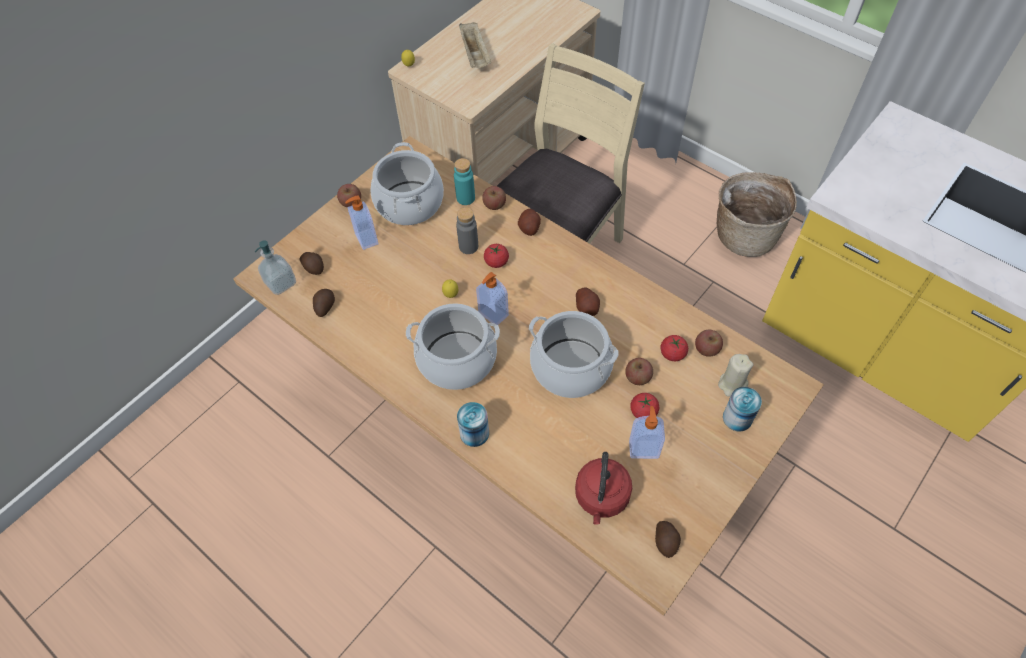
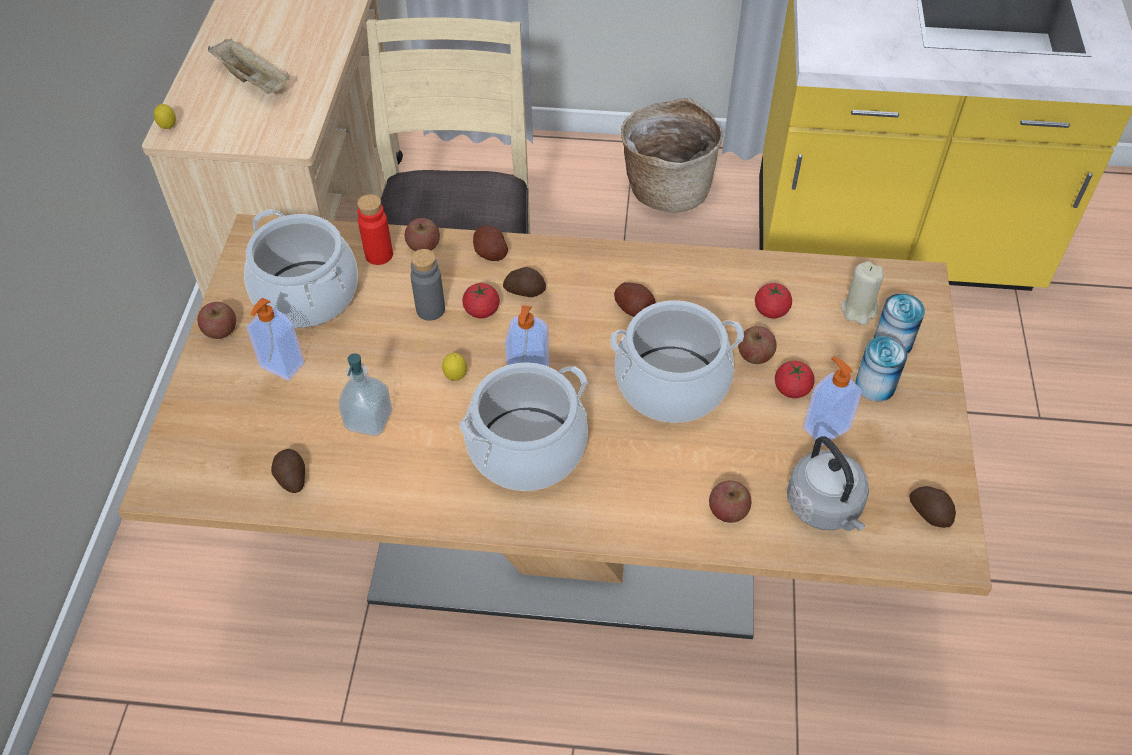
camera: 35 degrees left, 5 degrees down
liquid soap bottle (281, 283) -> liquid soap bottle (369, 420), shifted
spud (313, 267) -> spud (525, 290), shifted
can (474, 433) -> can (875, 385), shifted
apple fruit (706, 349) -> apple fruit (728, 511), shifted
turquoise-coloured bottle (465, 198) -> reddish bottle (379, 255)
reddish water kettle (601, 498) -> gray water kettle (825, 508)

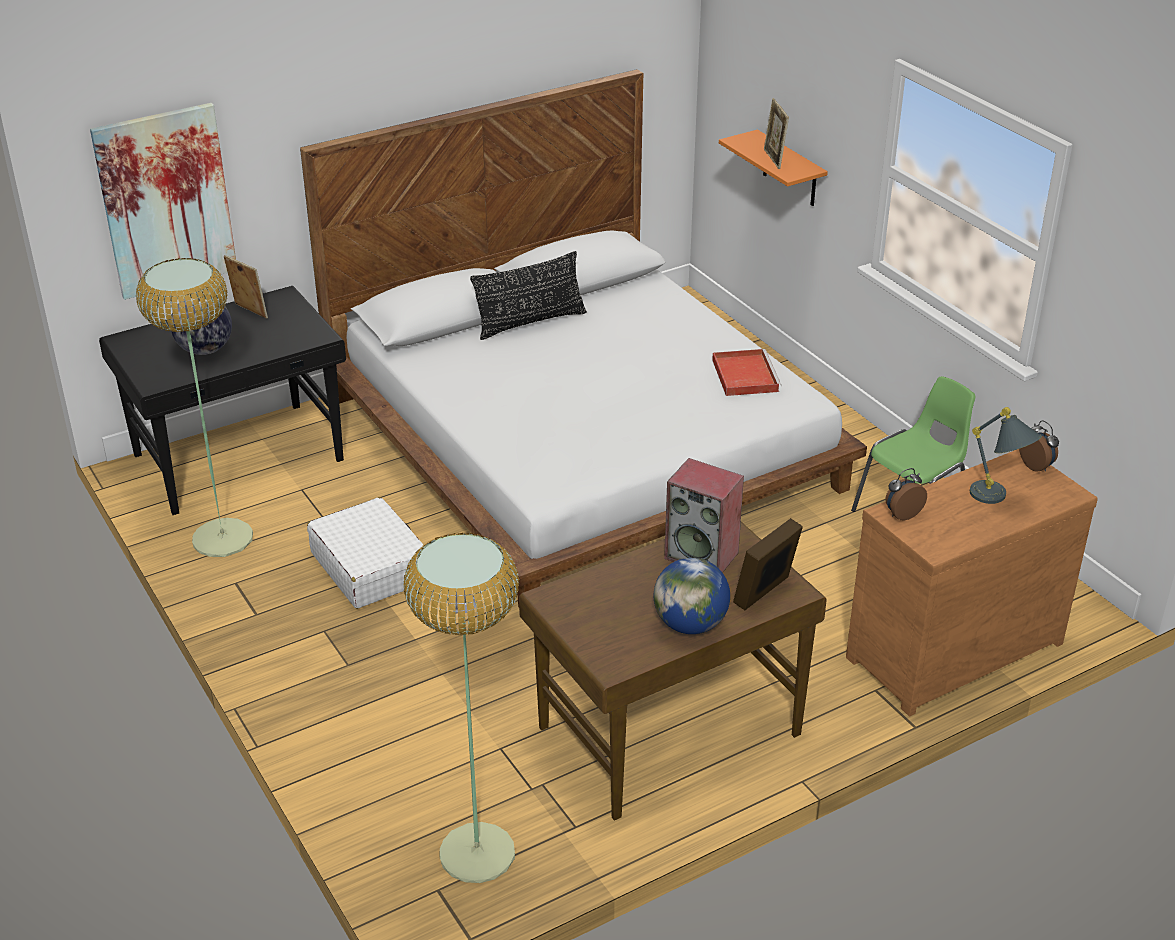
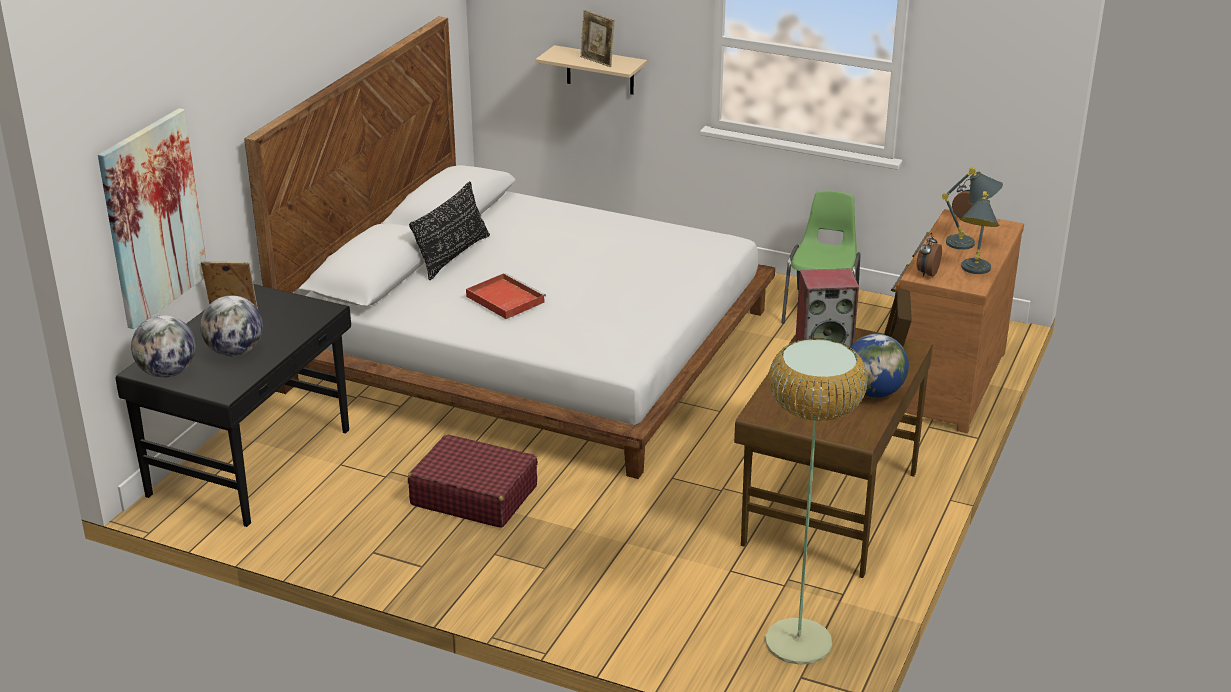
camera: 35 degrees left, 5 degrees down
standard lamp (222, 538) -> none
none -> world globe (168, 373)
none -> gray lamp for a table (973, 272)
reddish tray (744, 375) -> reddish tray (504, 299), shifted
white-coloured travel case (370, 567) -> reddish travel case (474, 495)
orange shelf (790, 170) -> beige-coloured shelf (600, 70)

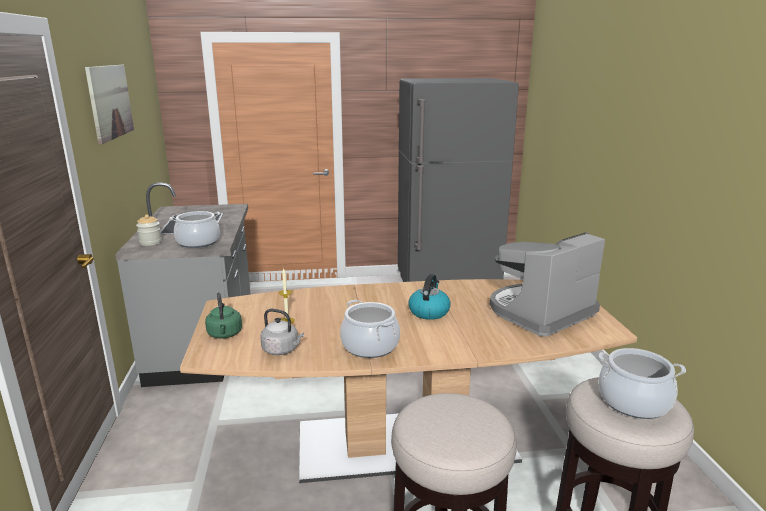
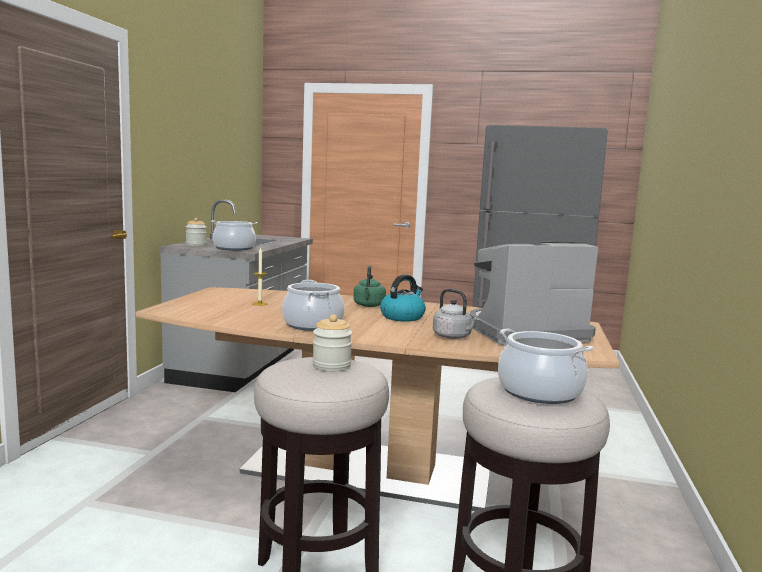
camera: 20 degrees right, 10 degrees down
wall picture (110, 101) -> none
none -> preserve jar (331, 366)
greenish water kettle (225, 334) -> greenish water kettle (369, 305), shifted
gray water kettle (282, 350) -> gray water kettle (453, 337), shifted

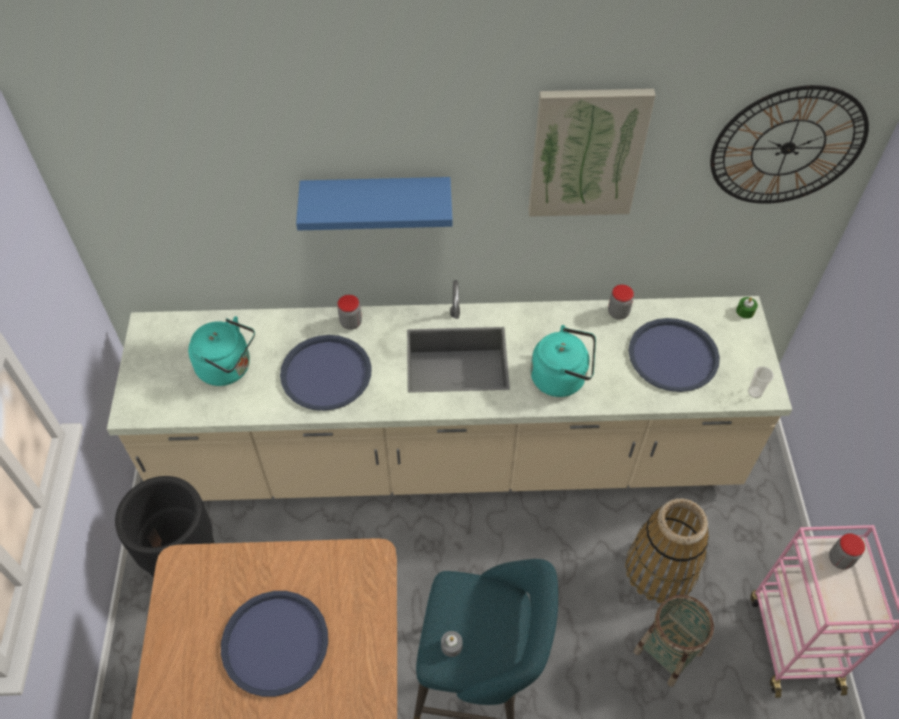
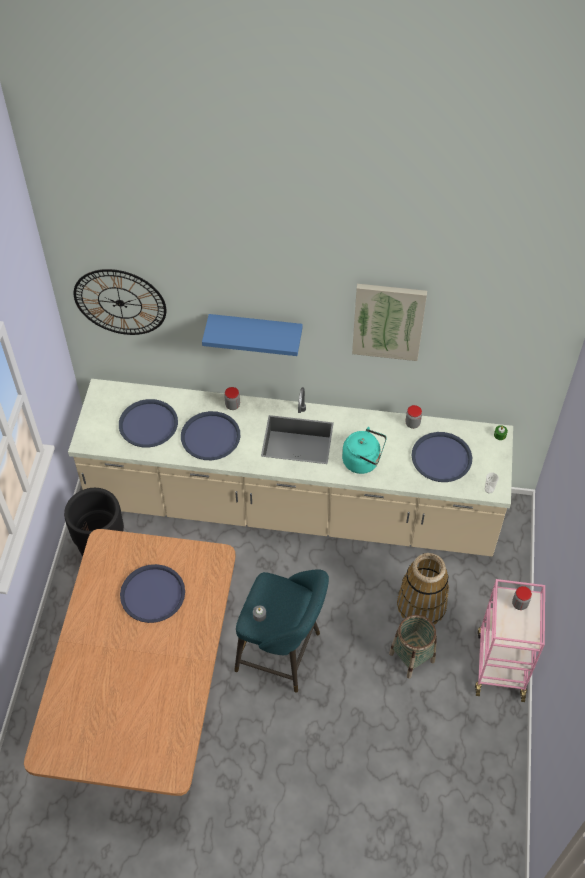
camera: 10 degrees right, 0 degrees up
clock on the wall (787, 147) -> clock on the wall (120, 302), shifted
turquoise-coloured water kettle (228, 368) -> bluish tray (148, 424)

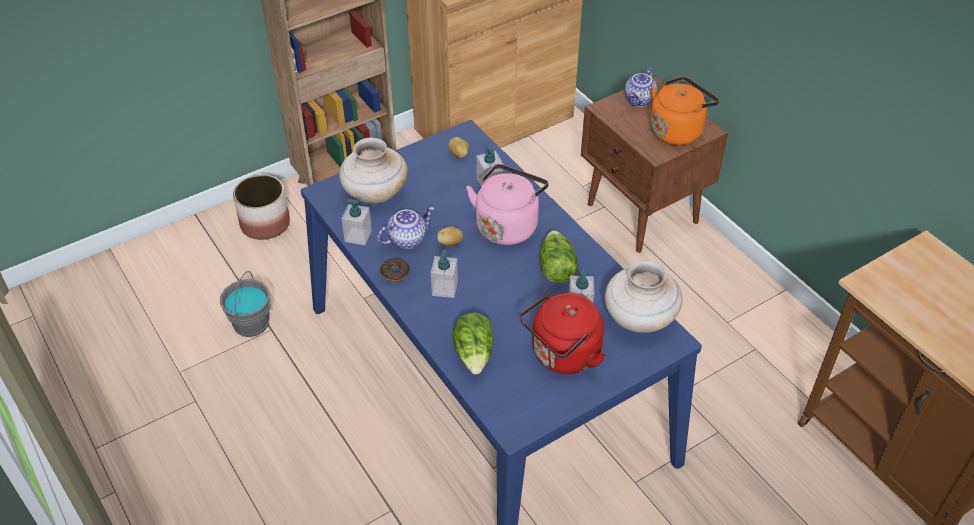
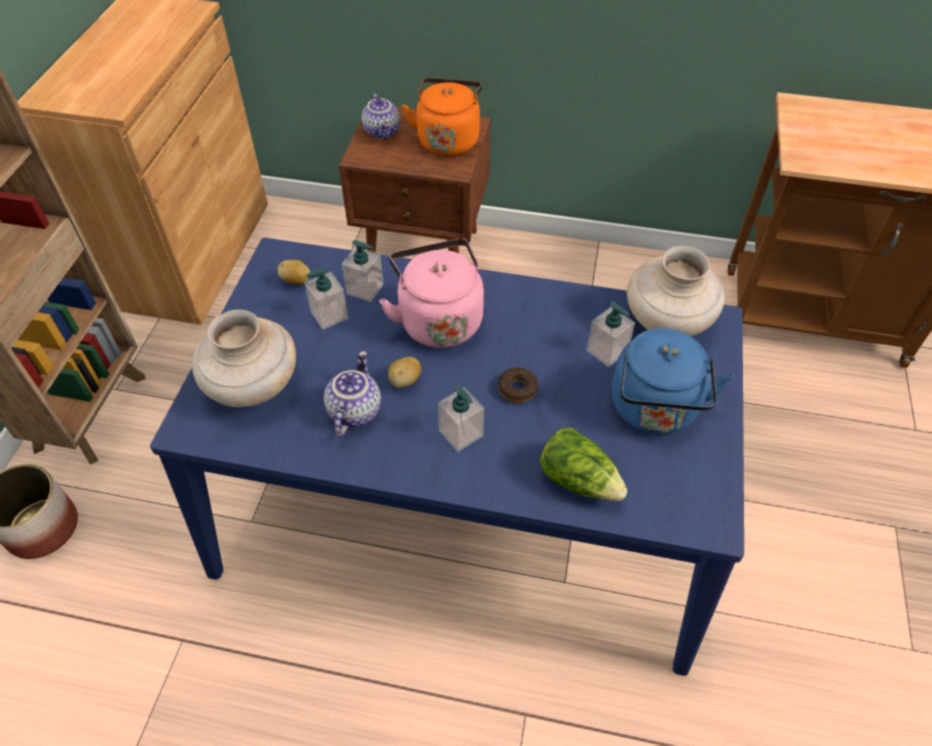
camera: 45 degrees left, 5 degrees up
gray pail (251, 323) -> none
lettuce head (556, 267) -> none
liquid soap bottle (358, 236) -> liquid soap bottle (329, 315), shifted
doughnut (395, 273) -> doughnut (517, 389), shifted
reddish water kettle (563, 356) -> bluish water kettle (655, 411)

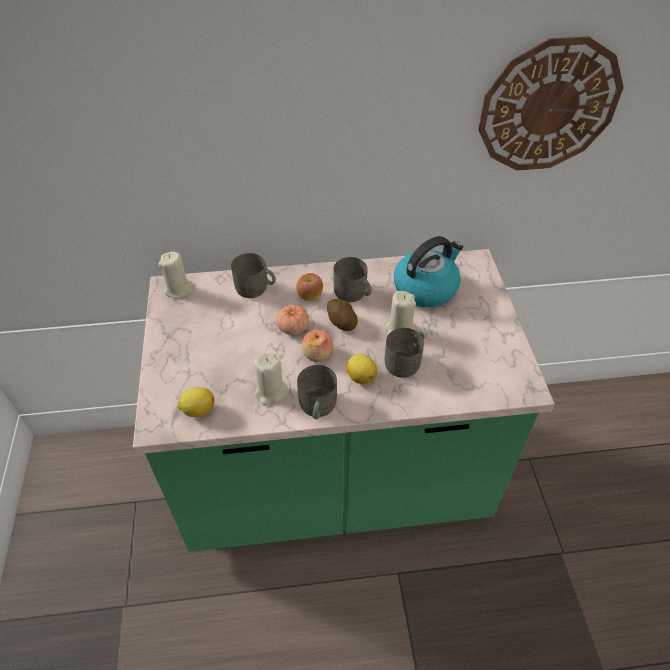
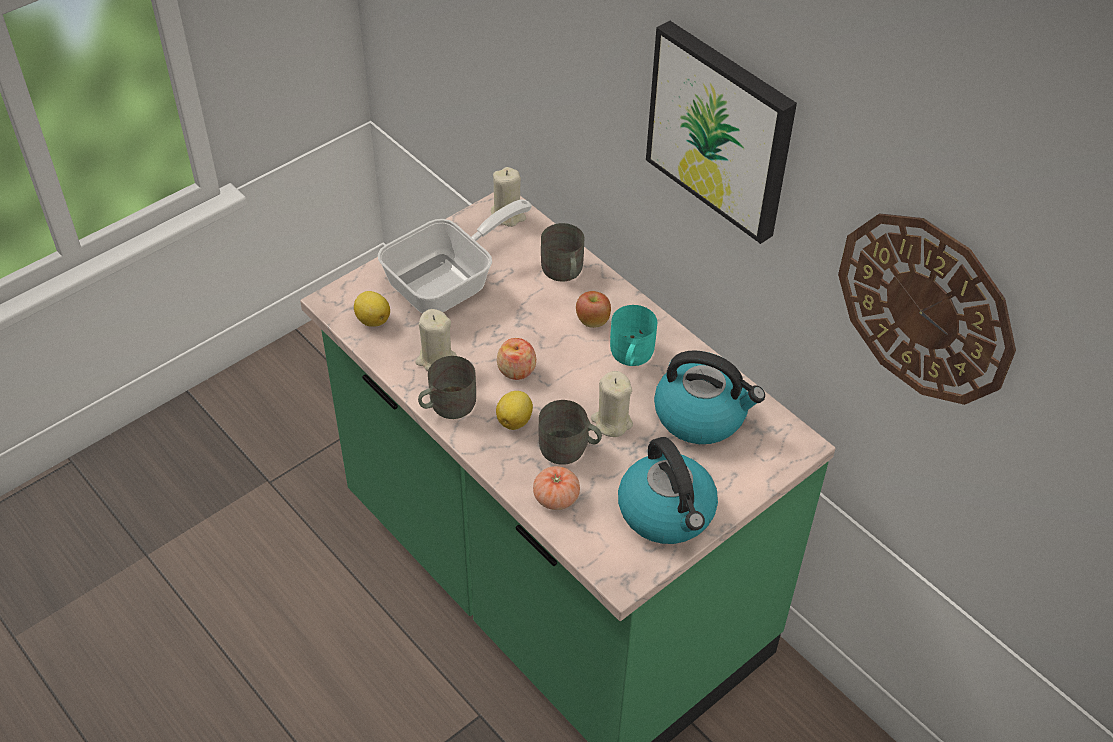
camera: 55 degrees right, 0 degrees up
spud (341, 322) -> none
none -> skillet (450, 282)
none -> water kettle (667, 512)
none -> wall picture (722, 129)
tomato (293, 327) -> tomato (556, 498), shifted
gray mug (353, 294) -> turquoise-coloured mug (630, 355)

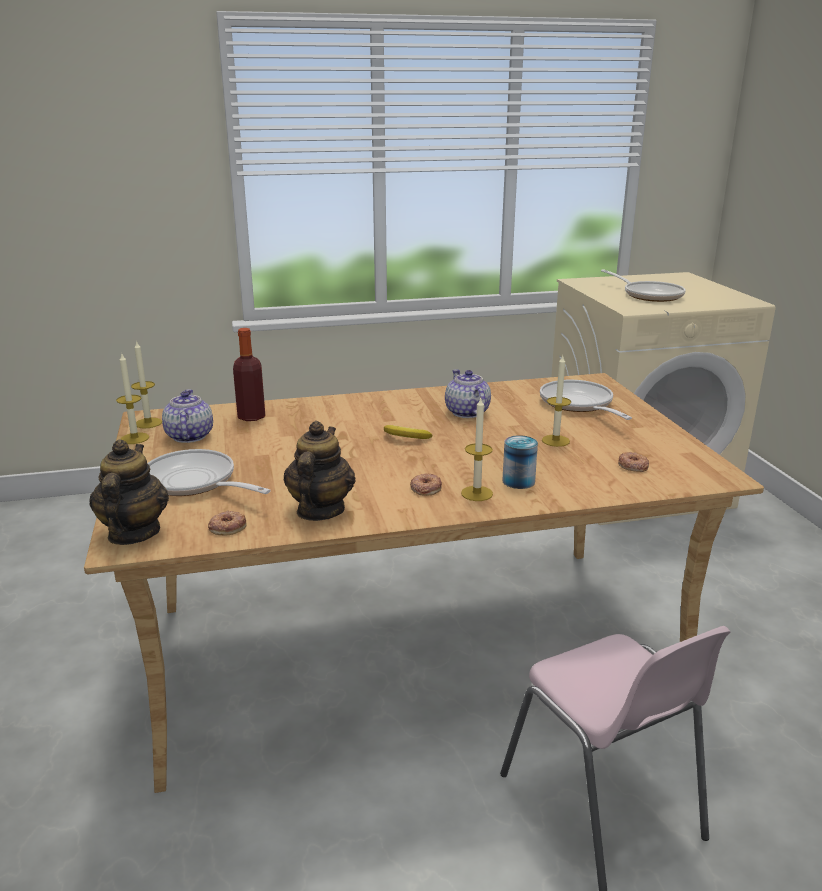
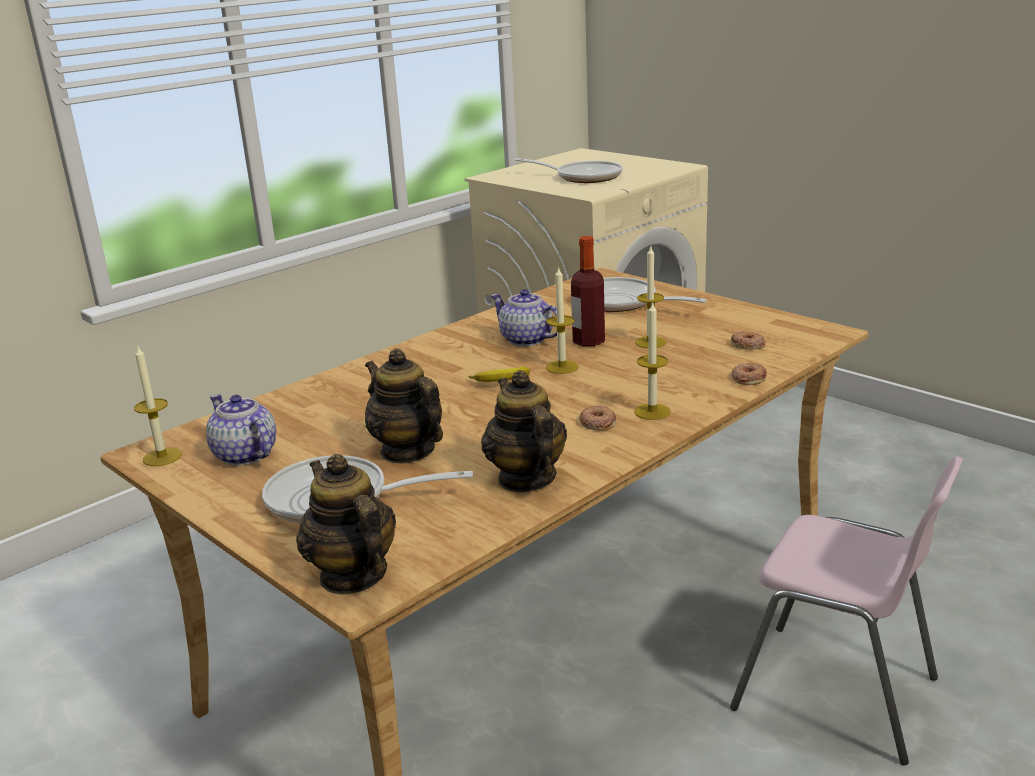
camera: 30 degrees left, 0 degrees up
can (518, 481) -> none
none -> tea pot (407, 451)
wax candle (134, 438) -> wax candle (562, 367), shifted
doughnut (227, 527) -> doughnut (748, 378), shifted
bottle (251, 417) -> bottle (588, 341), shifted

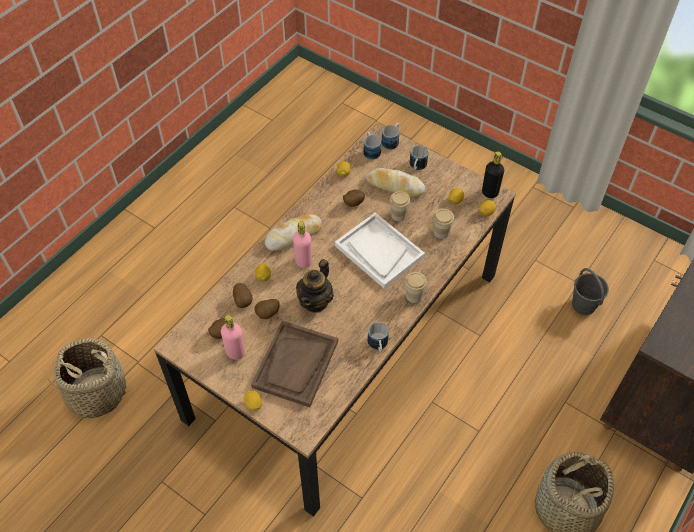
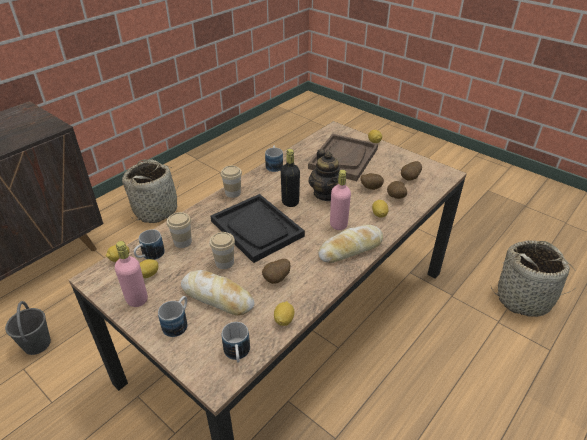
camera: 175 degrees left, 15 degrees down
pink bottle (235, 352) -> pink bottle (137, 299), shifted
mug (391, 141) -> mug (149, 256), shifted
blackish bottle (490, 192) -> blackish bottle (290, 202), shifted
white-coloured tray (379, 251) -> blackish tray (257, 229)
tea pot (316, 301) -> tea pot (326, 194), 135 degrees clockwise

